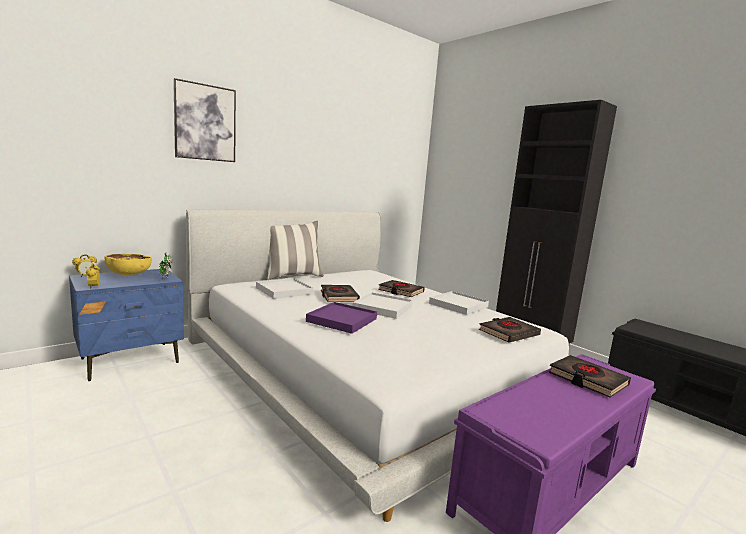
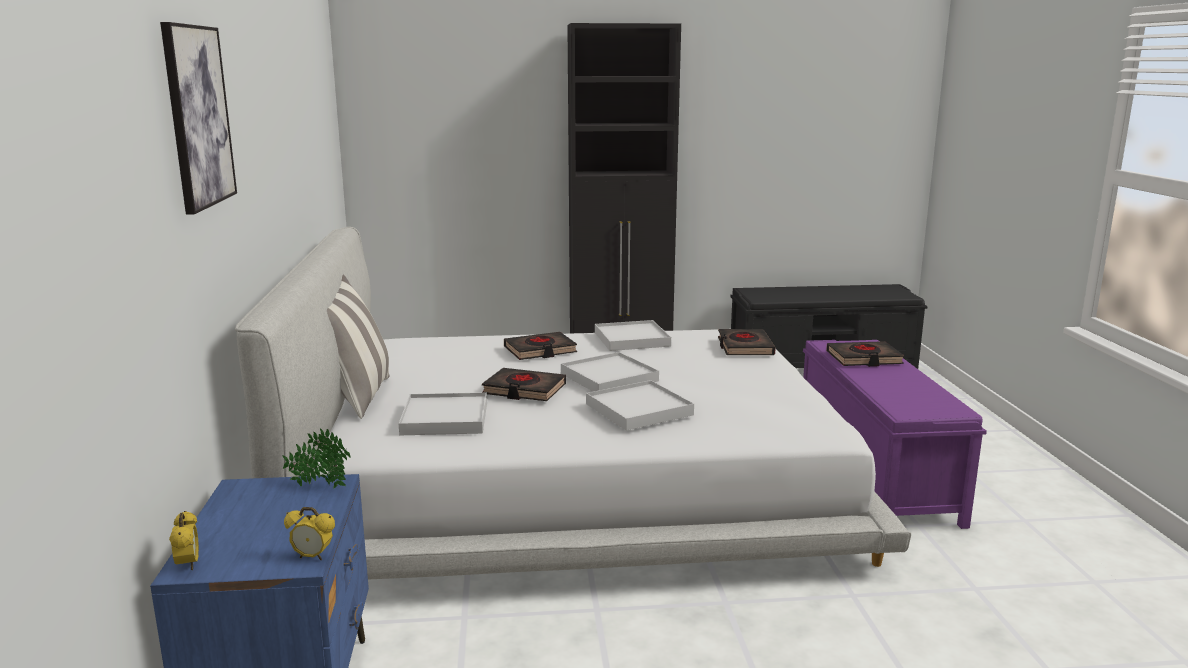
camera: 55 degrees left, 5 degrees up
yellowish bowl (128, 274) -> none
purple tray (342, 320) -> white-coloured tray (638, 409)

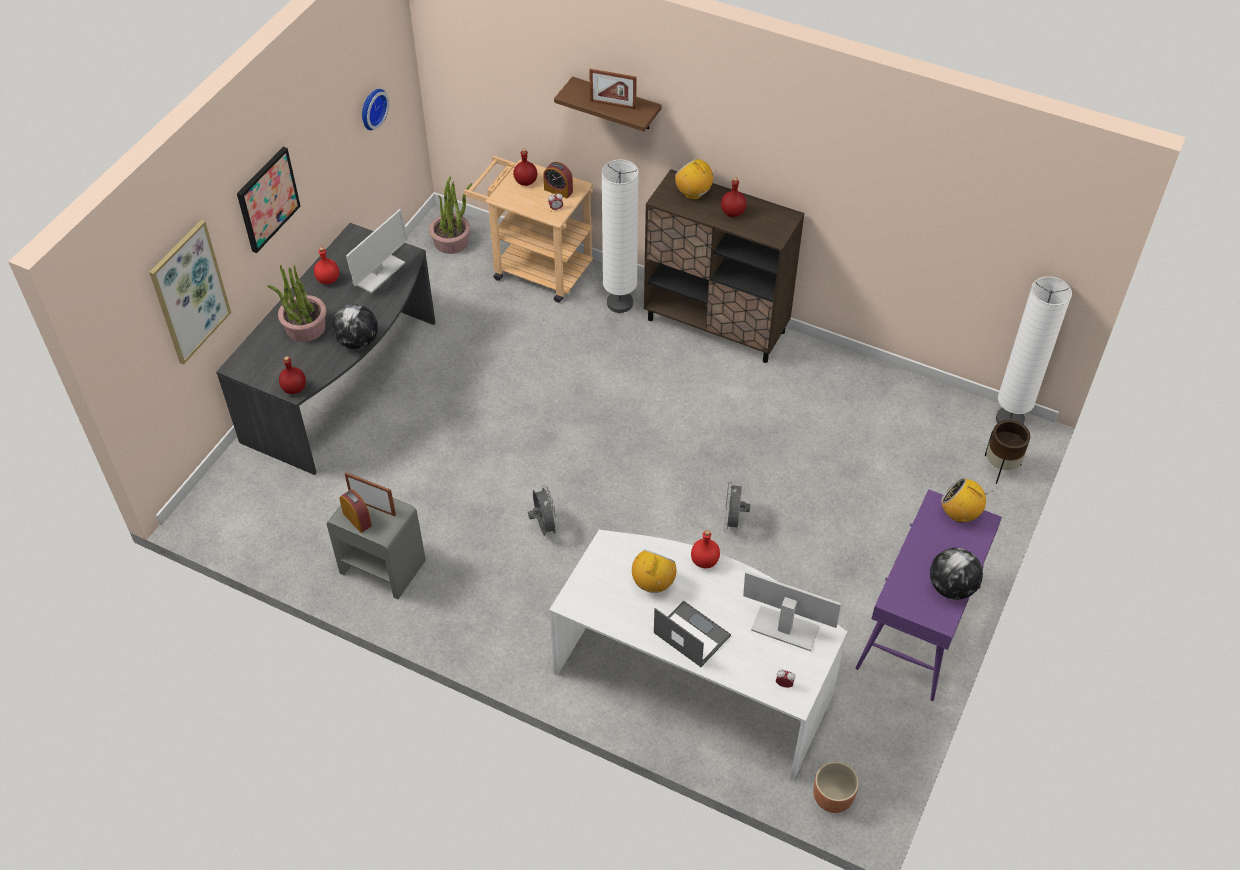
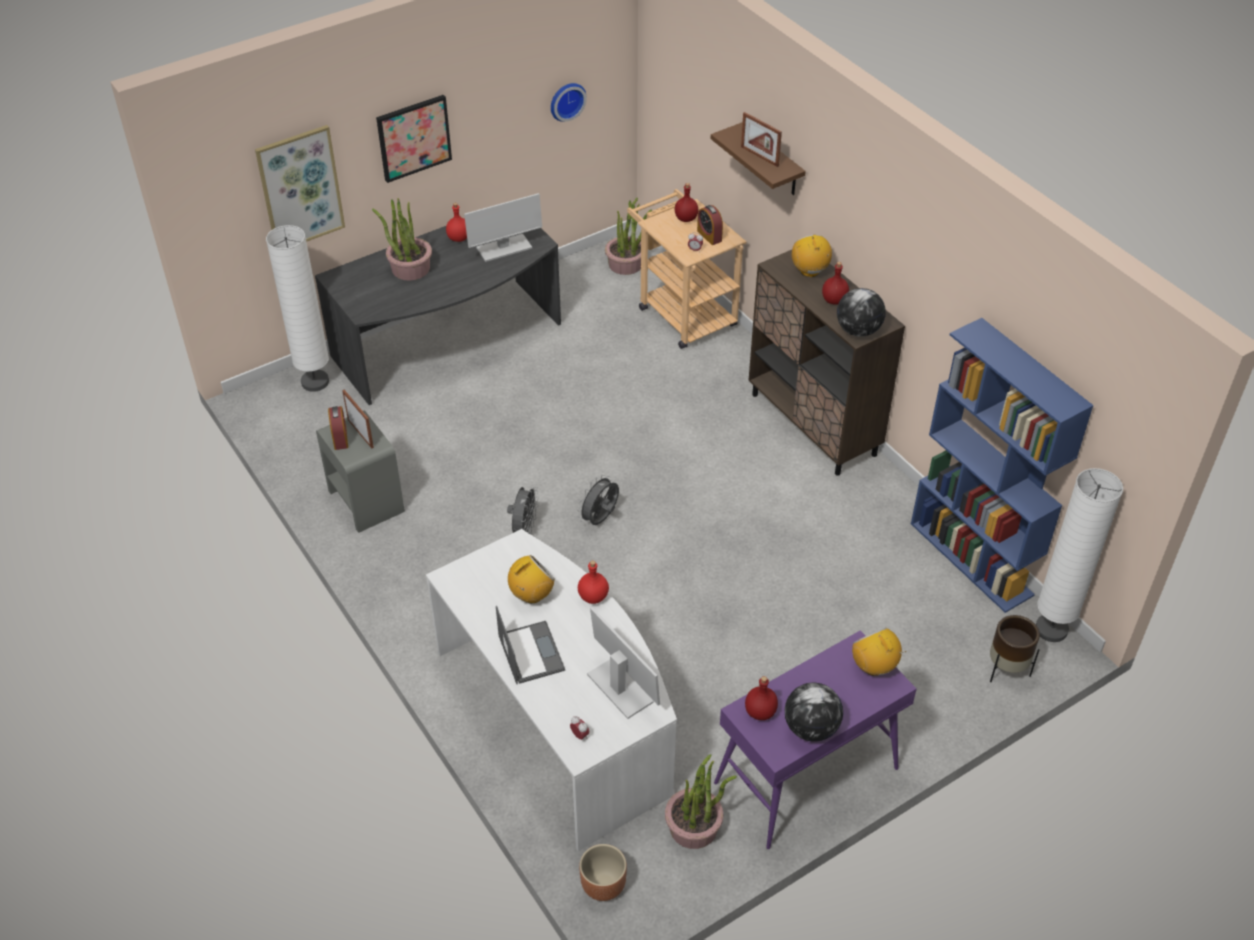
camera: 30 degrees right, 5 degrees down
none -> houseplant (694, 827)
none -> bluish shelving unit (972, 559)
reddish bottle (294, 389) -> reddish bottle (760, 712), shifted
world globe (357, 342) -> world globe (858, 330), shifted
white-coloured standard lamp (620, 303) -> white-coloured standard lamp (315, 382), shifted
gray fan (733, 522) -> gray fan (600, 519), shifted

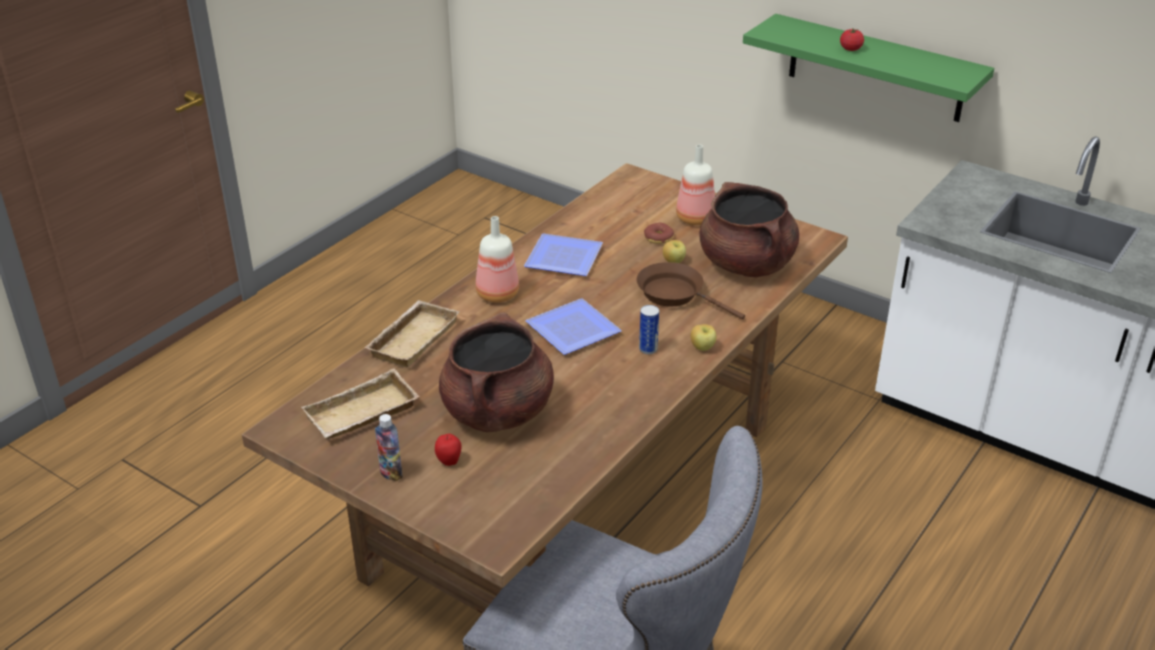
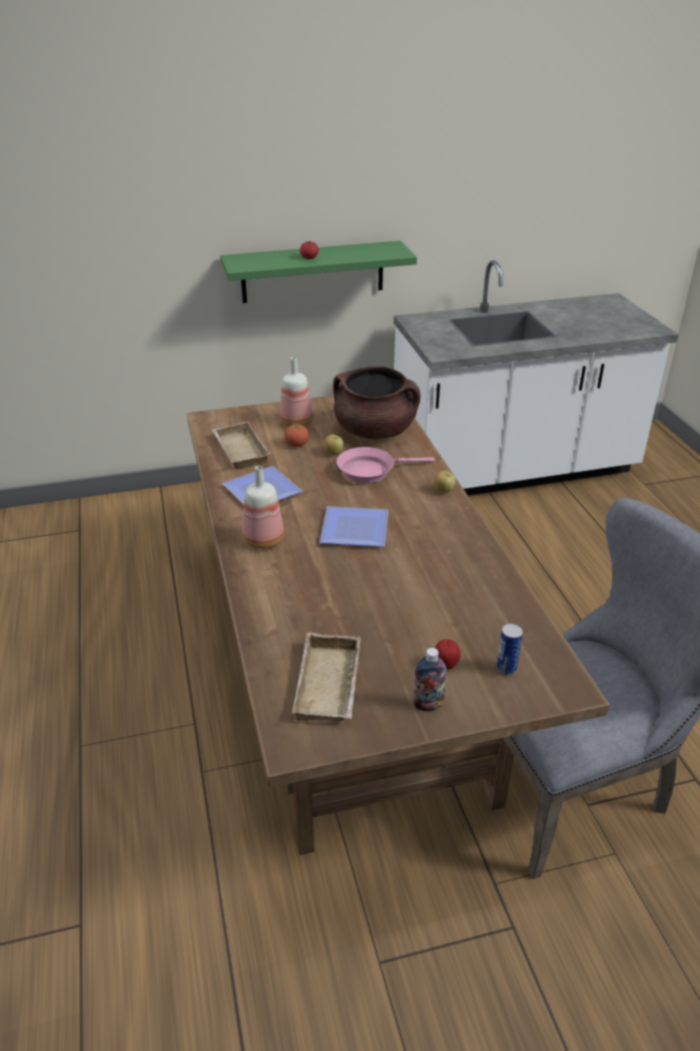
camera: 50 degrees left, 0 degrees up
brownish cooking pot (498, 412) -> none
beige-coloured tray (412, 338) -> beige-coloured tray (239, 450), shifted
can (648, 349) -> can (506, 669), shifted
doughnut (658, 238) -> tomato (297, 445)
brownish skillet (675, 294) -> pink skillet (370, 471)

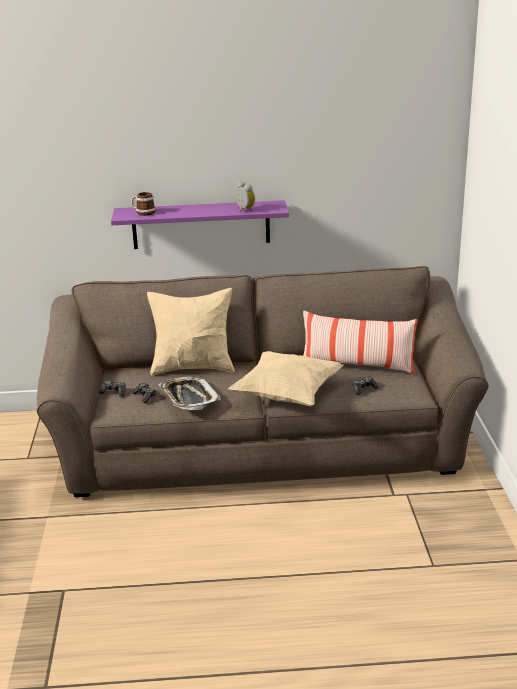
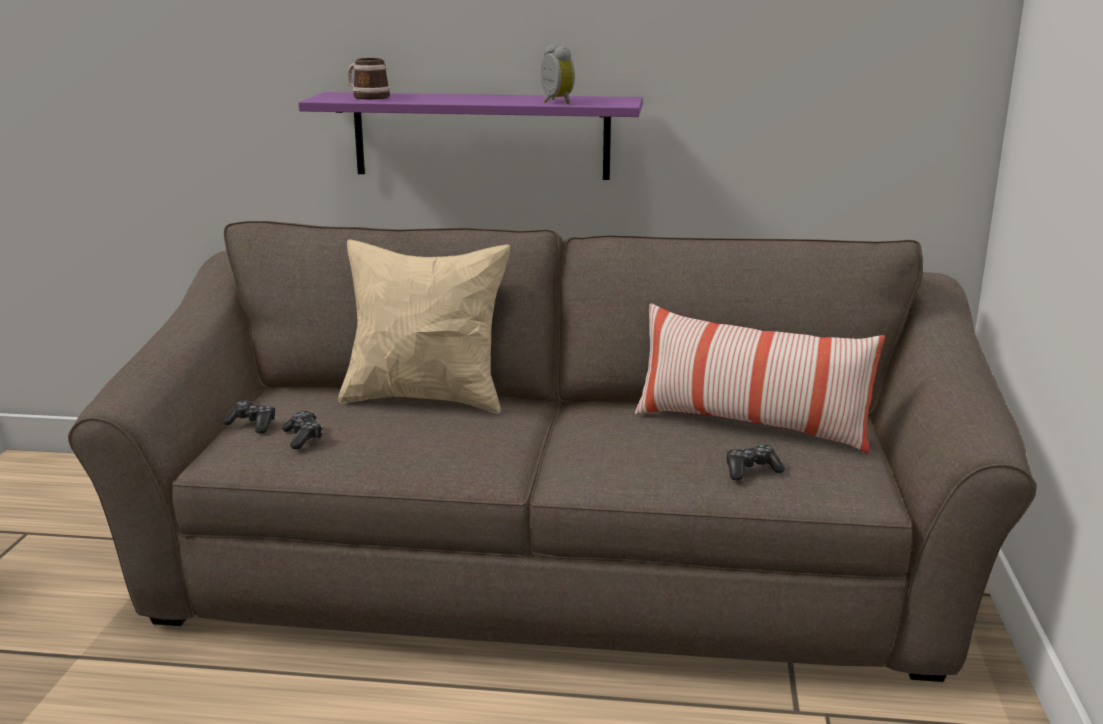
camera: 10 degrees right, 5 degrees down
tray (189, 397) -> none
beige-coloured pillow (287, 395) -> none

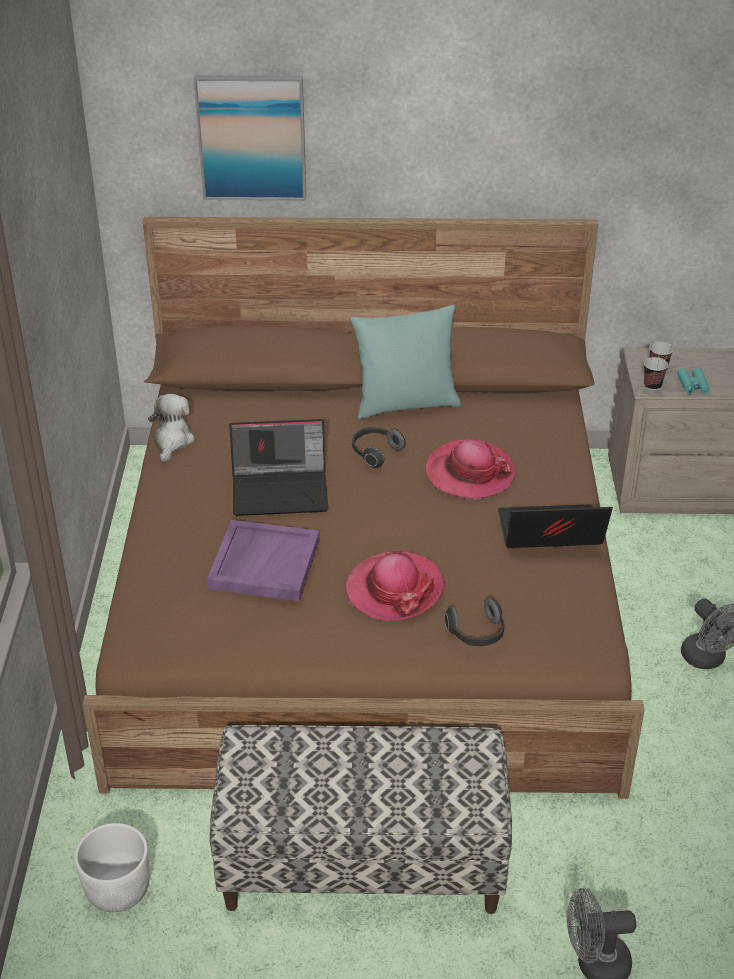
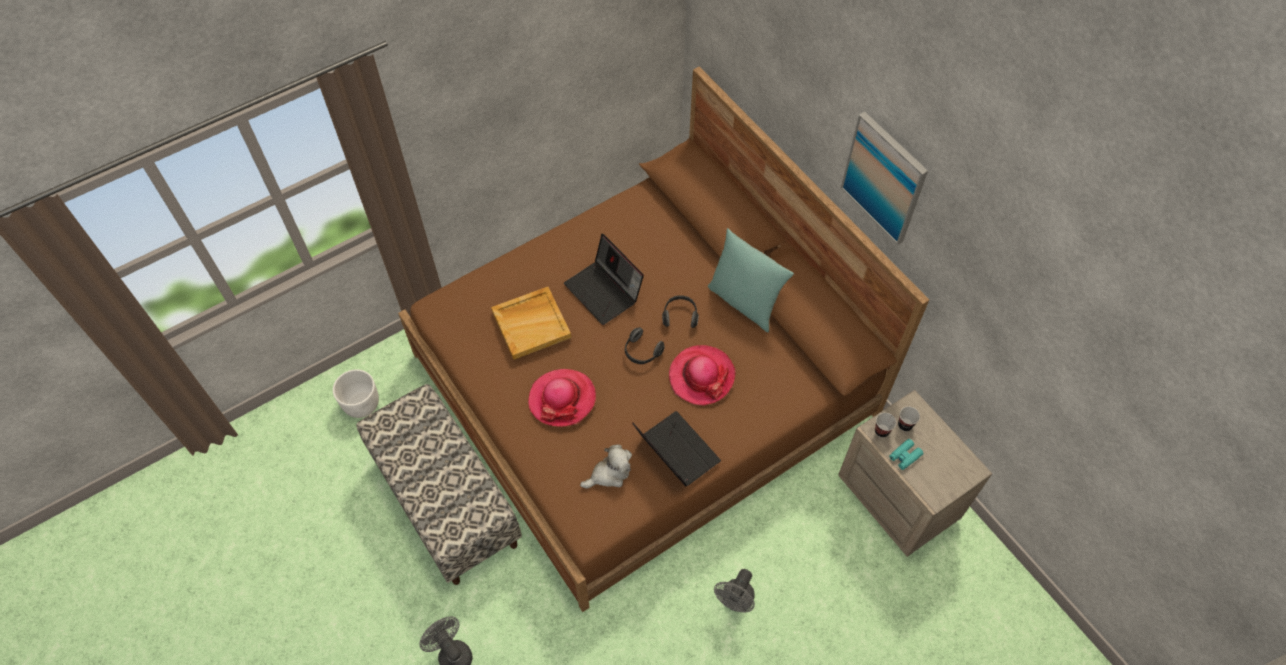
camera: 55 degrees right, 20 degrees up
plush toy (172, 441) -> plush toy (609, 473), shifted
wall picture (252, 137) -> wall picture (884, 178), shifted
headset (477, 634) -> headset (642, 352), shifted
purple tray (264, 563) -> beige-coloured tray (531, 324)

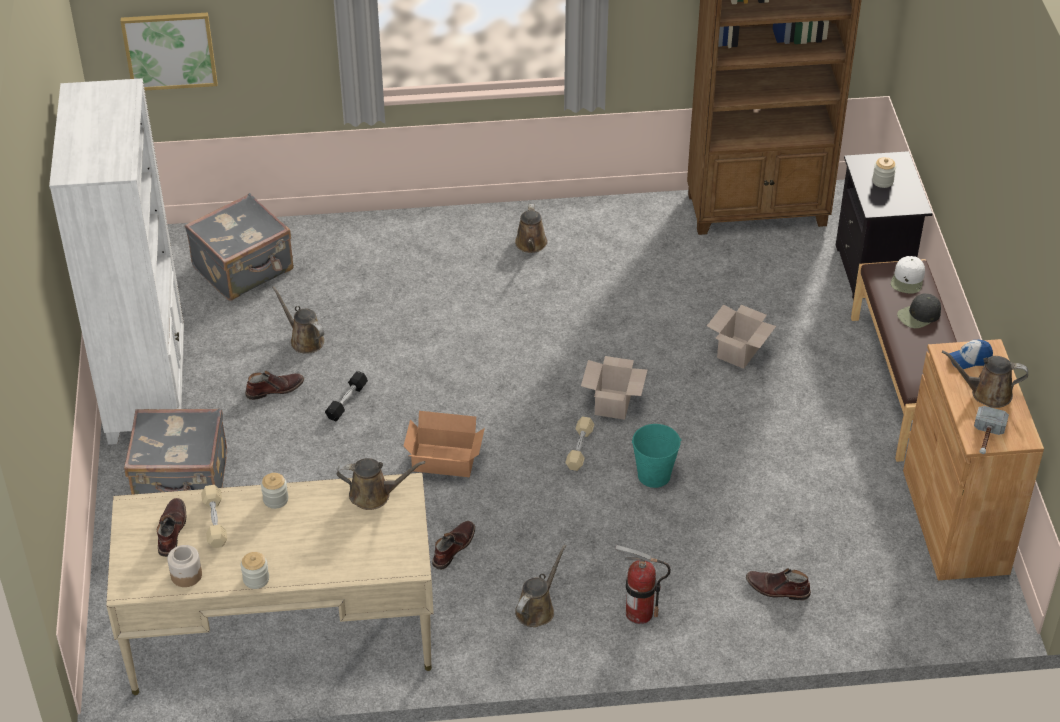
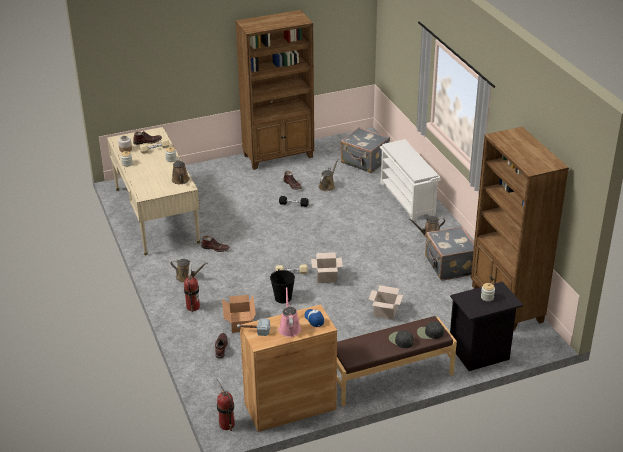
camera: 75 degrees right, 10 degrees down
wall picture (169, 50) -> none
none -> extinguisher (226, 424)
none -> white-coloured shoe rack (408, 199)
gray travel case (182, 481) -> gray travel case (449, 266), shifted
packing box (445, 462) -> packing box (239, 322), shifted
white-coloured shelving unit (148, 389) -> brownish shelving unit (279, 156)
turquoise-coloured pail (654, 475) -> blackish pail (283, 298)
white-coloured cap (908, 280) -> blackish cap (430, 333)
brownish watering pot (987, 393) -> pink watering pot (289, 328)

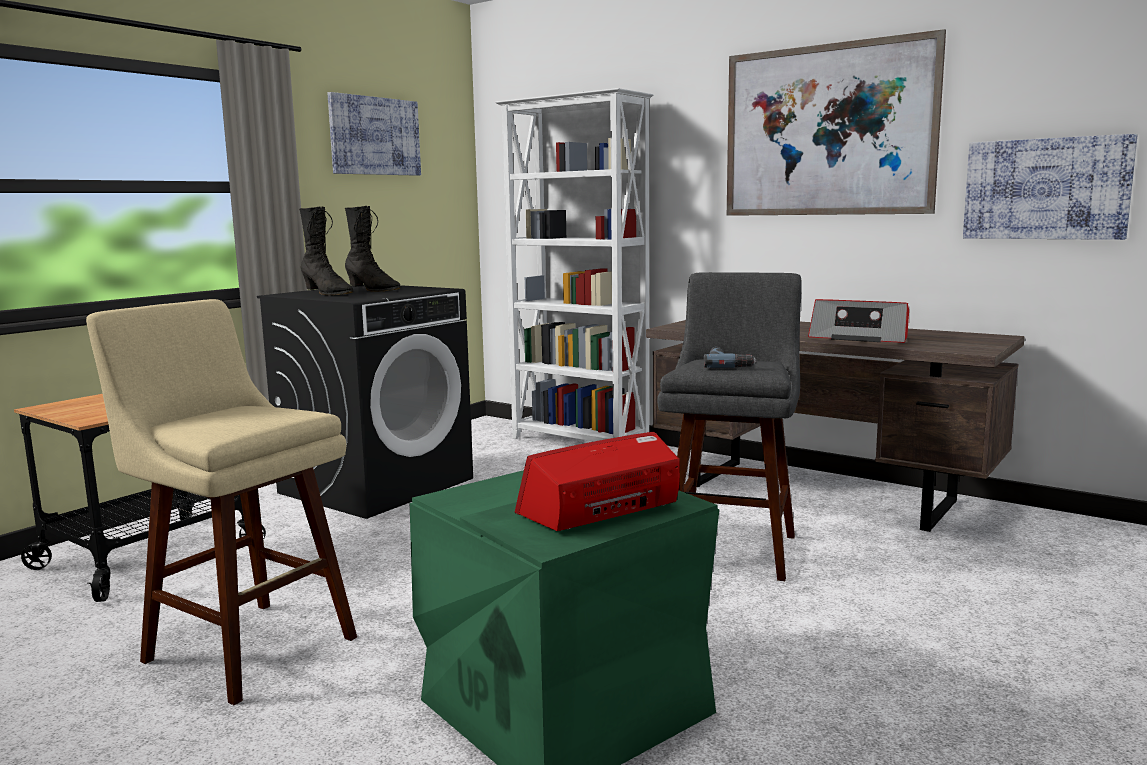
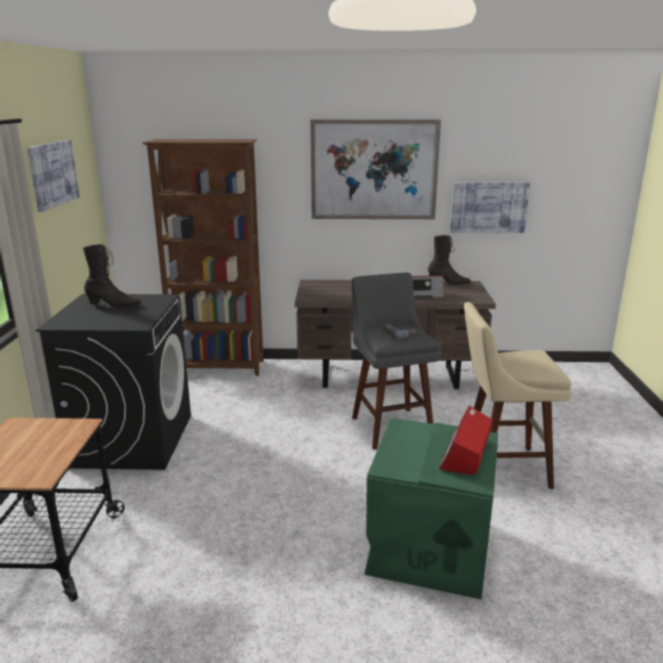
camera: 35 degrees left, 10 degrees up
beige-coloured sitting stool (244, 646) -> beige-coloured sitting stool (500, 468), shifted
blackish high-top boot (327, 293) -> blackish high-top boot (448, 283), shifted
white-coloured shelving unit (579, 442) -> brownish shelving unit (219, 368)

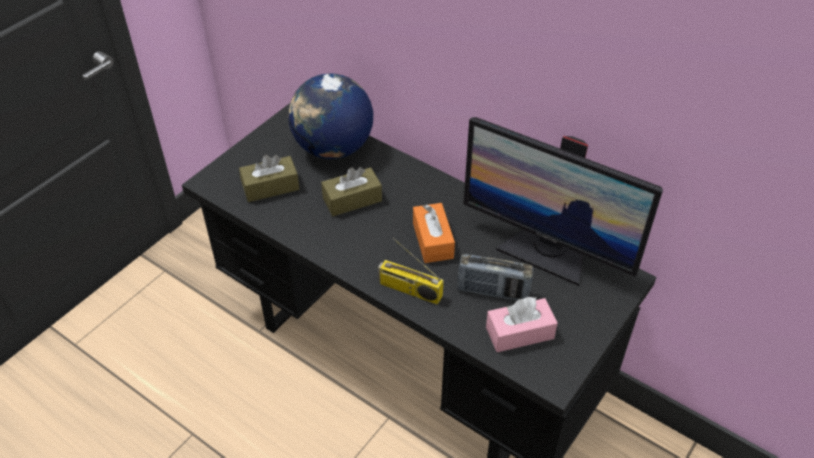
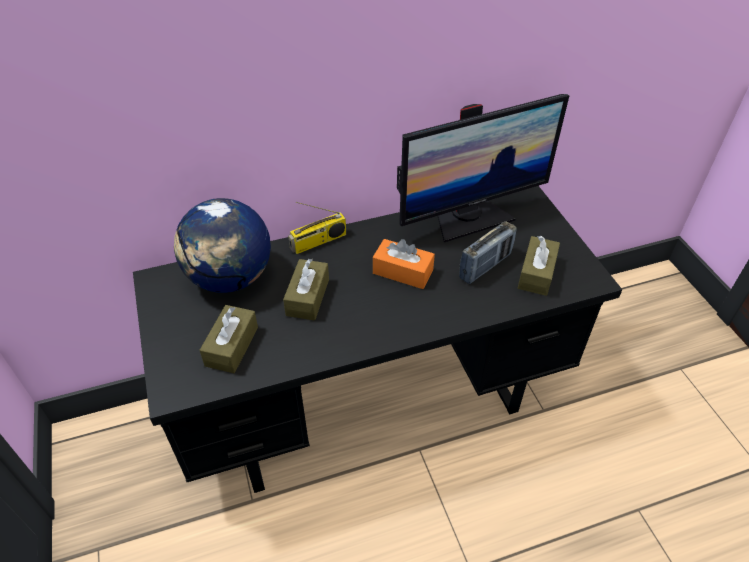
camera: 55 degrees left, 0 degrees up
radio receiver (409, 290) -> radio receiver (318, 242), shifted
pink tissue box (519, 333) -> brownish tissue box (536, 273)

